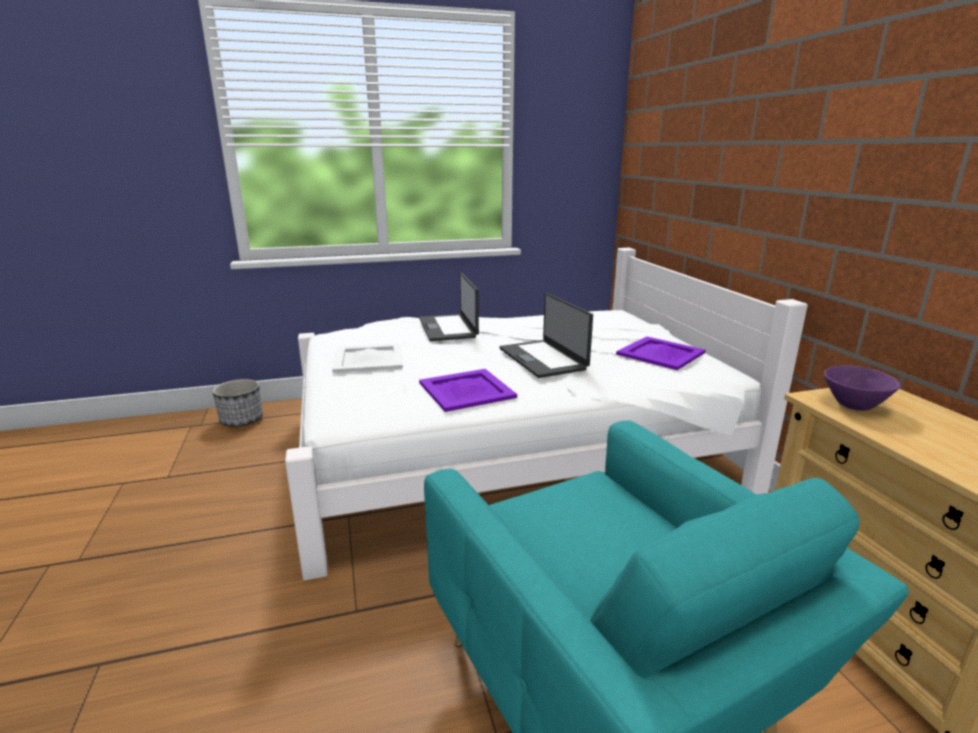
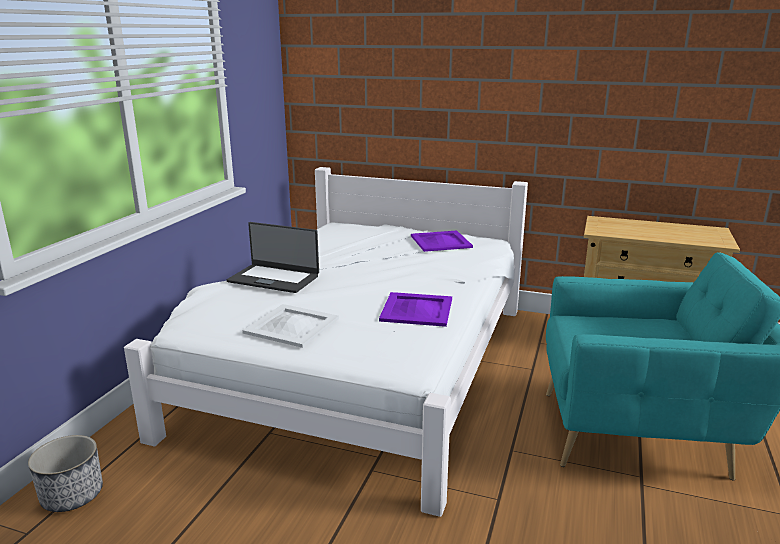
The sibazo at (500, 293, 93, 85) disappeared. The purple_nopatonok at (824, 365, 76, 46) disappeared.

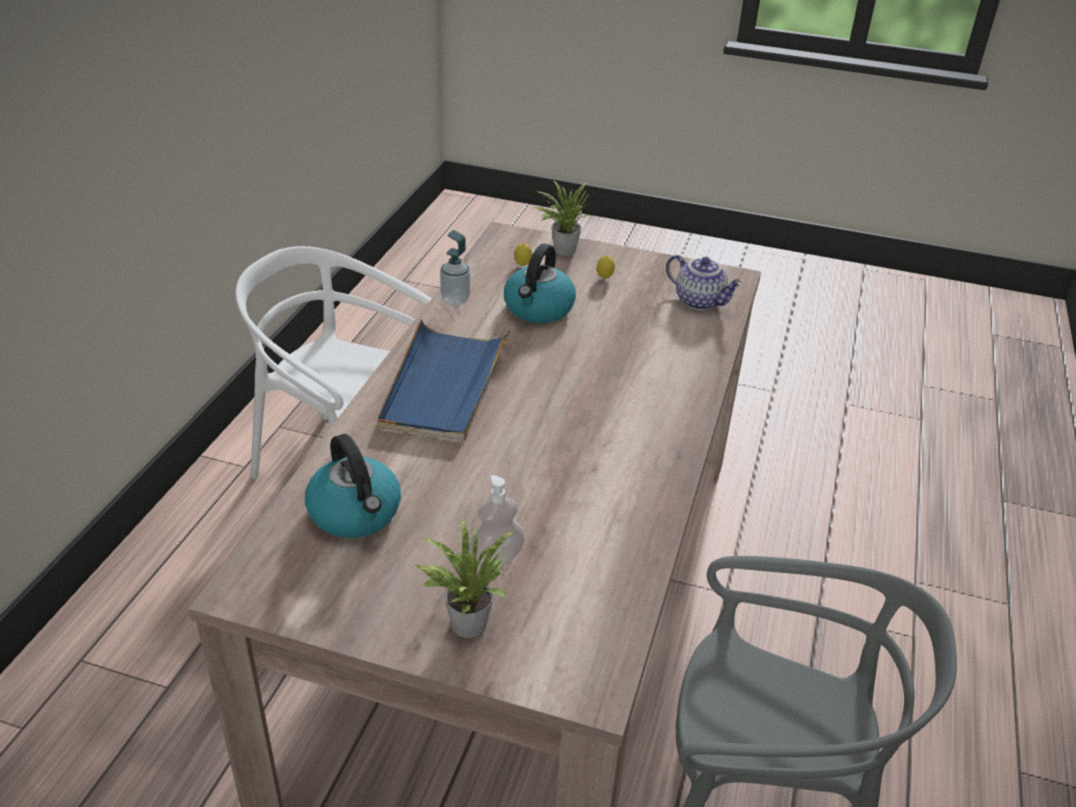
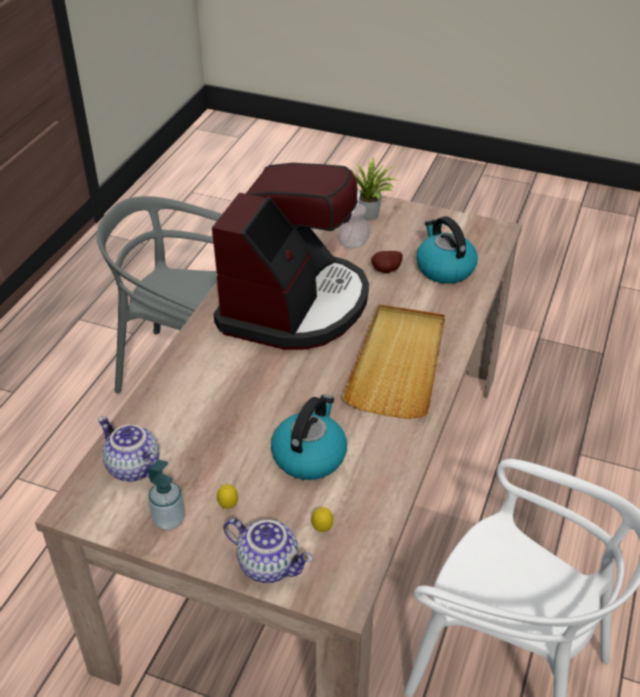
The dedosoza at (535, 180, 58, 76) was replaced by the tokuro at (223, 518, 90, 65). The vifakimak moved from (440, 230, 30, 76) to (148, 460, 37, 70). The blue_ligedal at (377, 319, 133, 122) became the beige_ligedal at (342, 304, 103, 115). The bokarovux at (212, 163, 157, 187) appeared. The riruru at (371, 251, 32, 22) appeared.

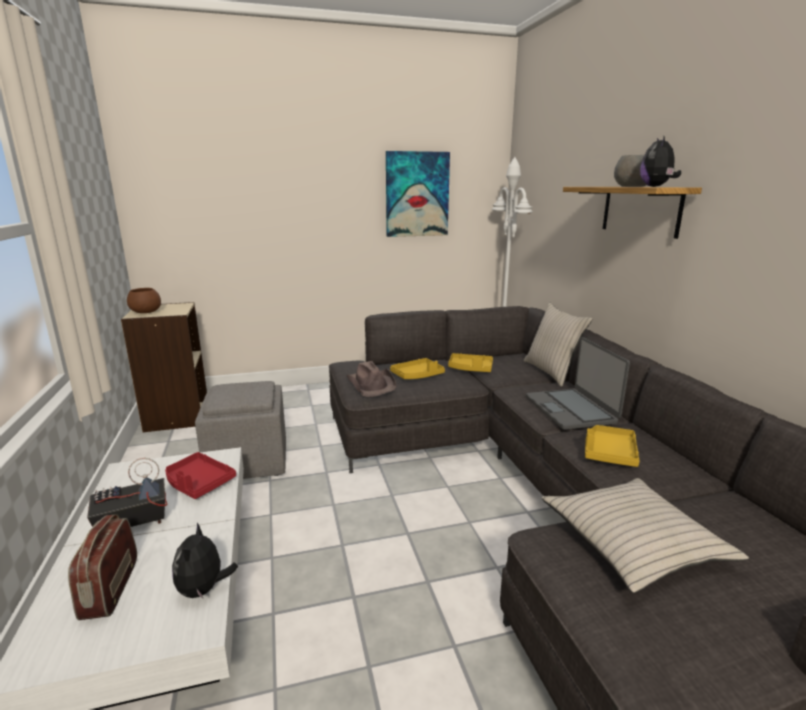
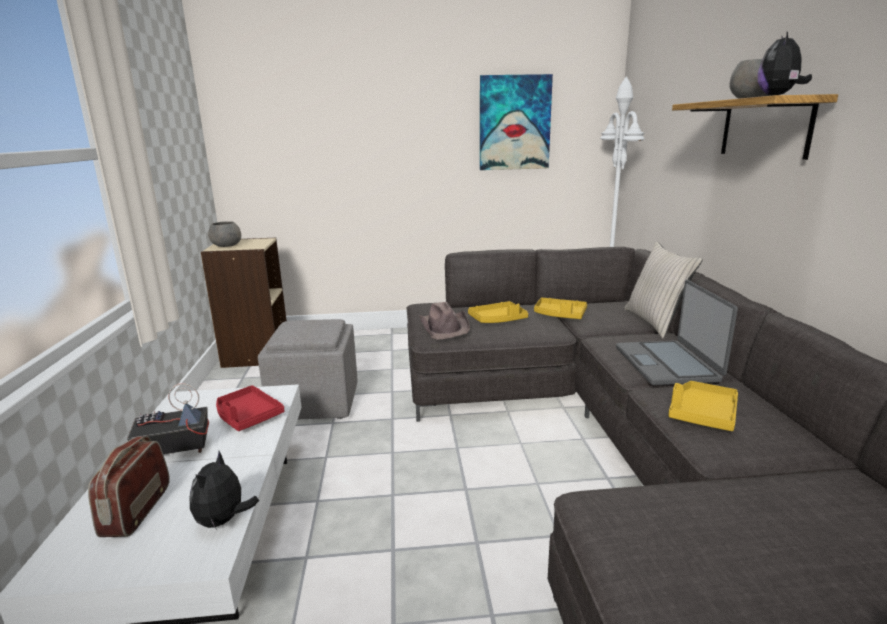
The brown_nopatonok at (127, 288, 34, 25) became the grey_nopatonok at (208, 221, 33, 26). The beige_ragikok at (542, 478, 207, 115) disappeared.

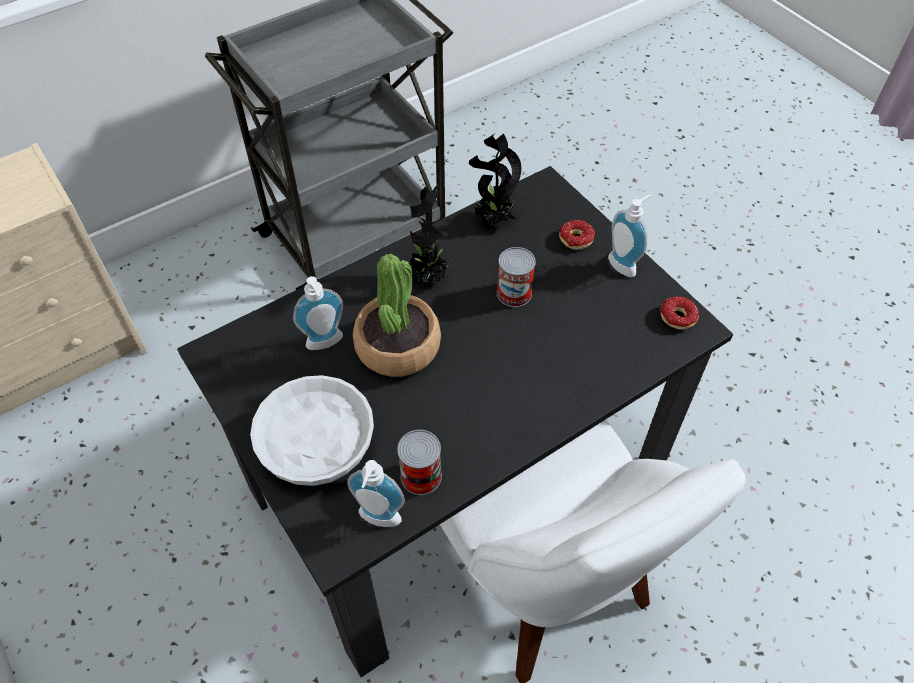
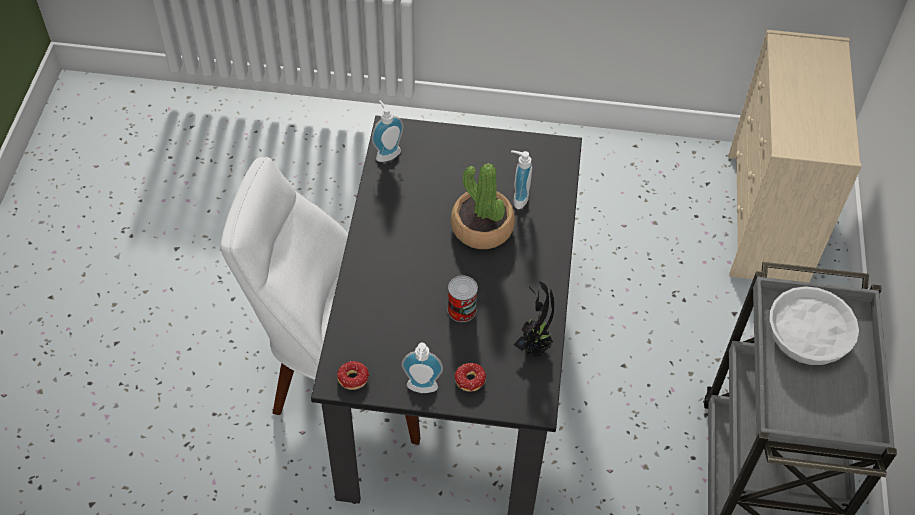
The dedosoza at (409, 183, 42, 102) disappeared. The white_nopatonok moved from (250, 375, 124, 111) to (769, 286, 90, 79). The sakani at (397, 430, 45, 65) disappeared.

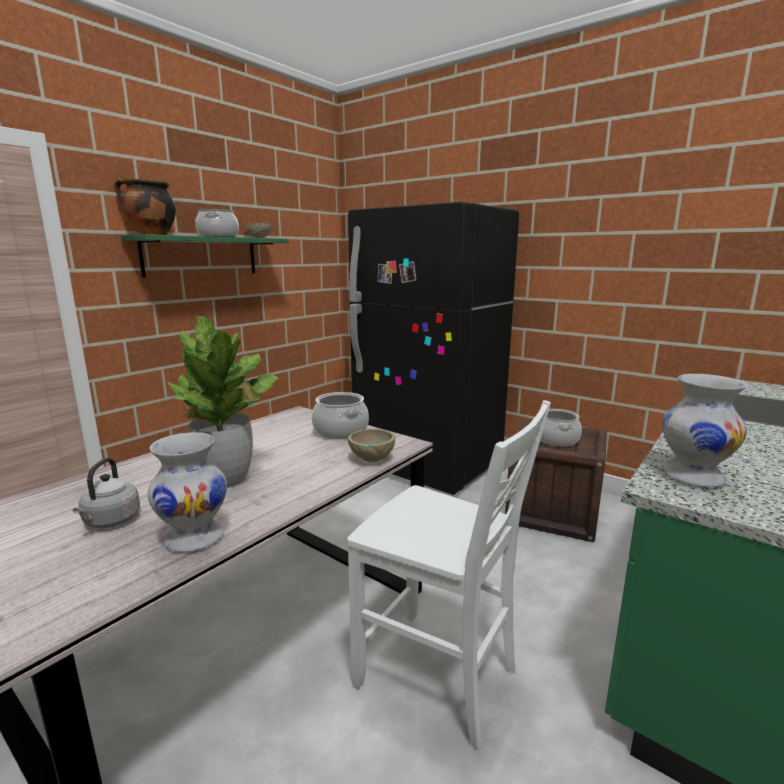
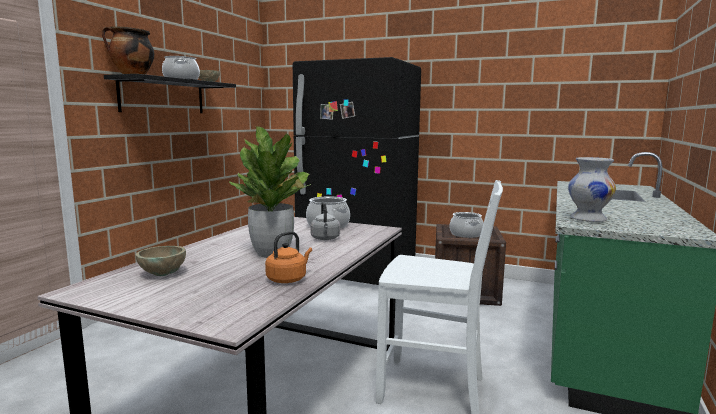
The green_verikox at (121, 235, 168, 43) became the black_verikox at (104, 74, 132, 39). The beige_nopatonok moved from (348, 429, 47, 33) to (136, 246, 50, 30). The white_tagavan at (148, 432, 79, 120) was replaced by the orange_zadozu at (265, 231, 47, 52). The grey_zadozu moved from (73, 458, 67, 70) to (310, 202, 30, 38).

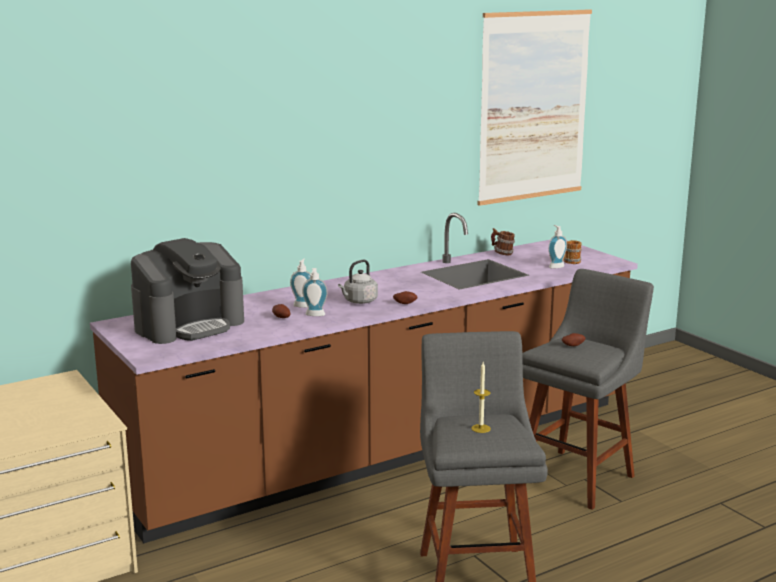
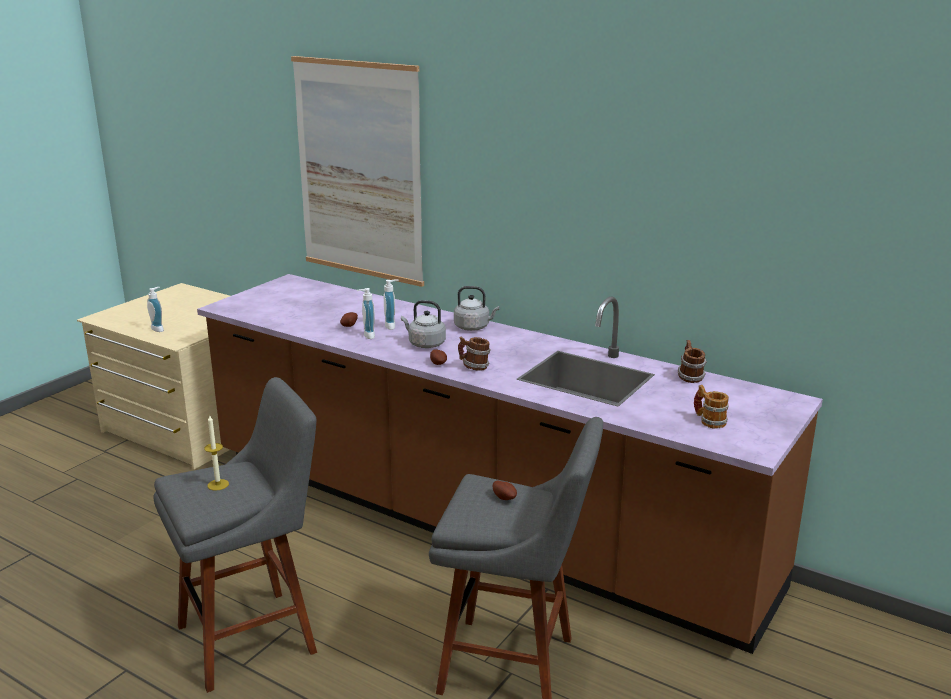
The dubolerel moved from (477, 9, 115, 197) to (291, 56, 133, 231). The vifakimak moved from (548, 225, 19, 44) to (147, 287, 17, 45). The bokarovux at (131, 238, 113, 106) disappeared. The grey_zadozu at (454, 286, 45, 45) appeared. The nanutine at (458, 337, 33, 34) appeared.

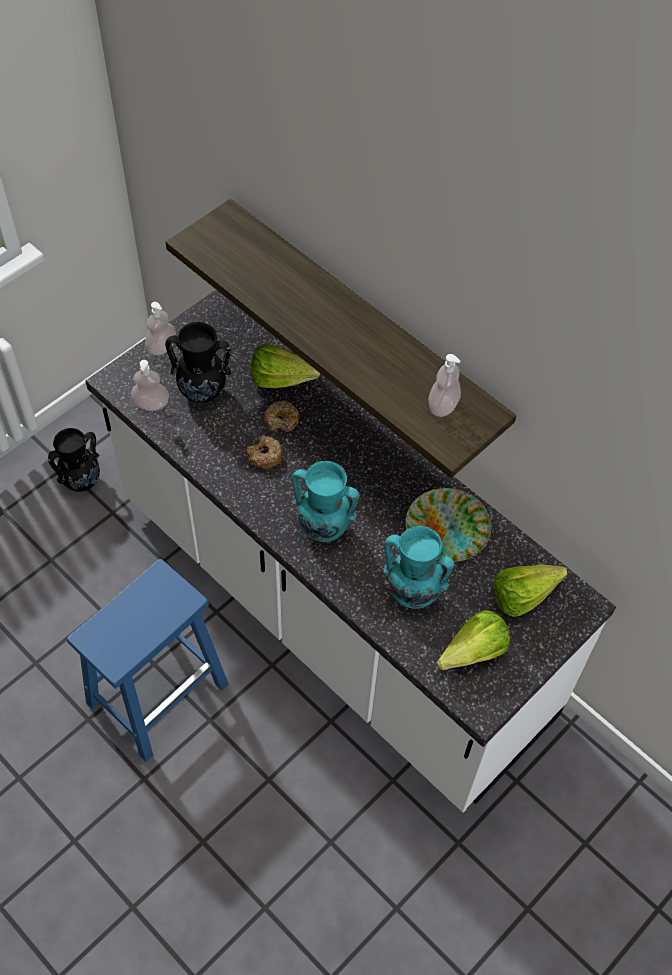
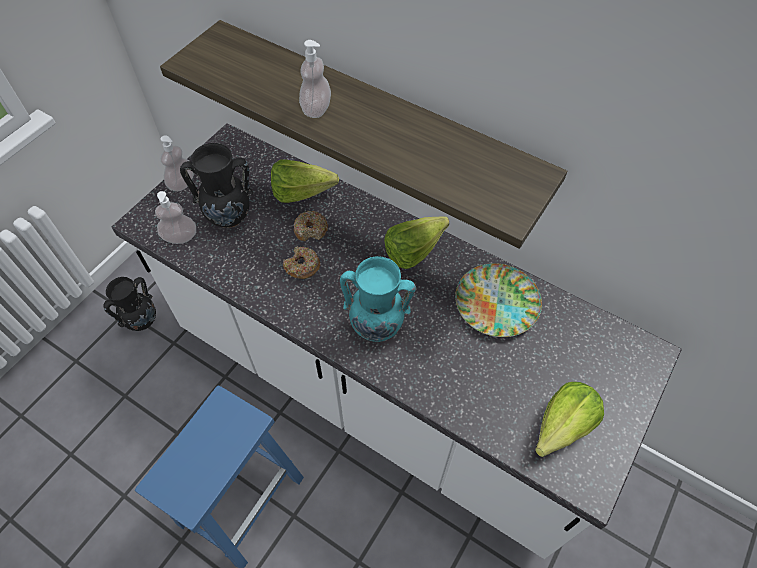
The vifakimak moved from (428, 354, 33, 63) to (299, 40, 32, 78). The turquoise_tagavan at (384, 526, 71, 83) disappeared. The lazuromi moved from (493, 564, 74, 53) to (384, 216, 65, 53).

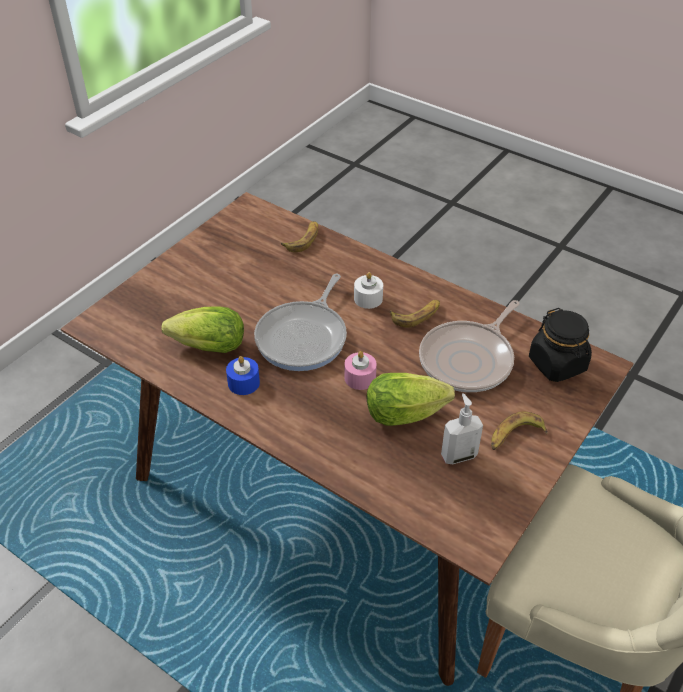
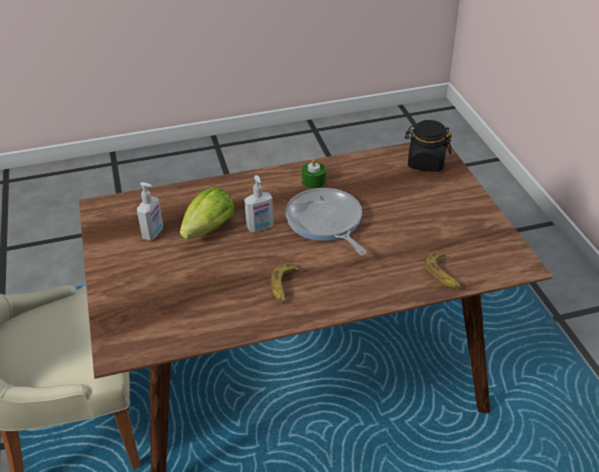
The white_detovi at (354, 272, 29, 37) disappeared. The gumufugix at (419, 300, 101, 92) disappeared. The lazuromi at (162, 307, 82, 46) disappeared. The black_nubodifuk moved from (529, 308, 63, 74) to (405, 120, 47, 52). The pink_detovi at (344, 351, 33, 39) was replaced by the vifakimak at (244, 175, 30, 57). The blue_detovi at (226, 356, 34, 39) became the green_detovi at (302, 158, 24, 31). The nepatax at (491, 412, 57, 38) disappeared.

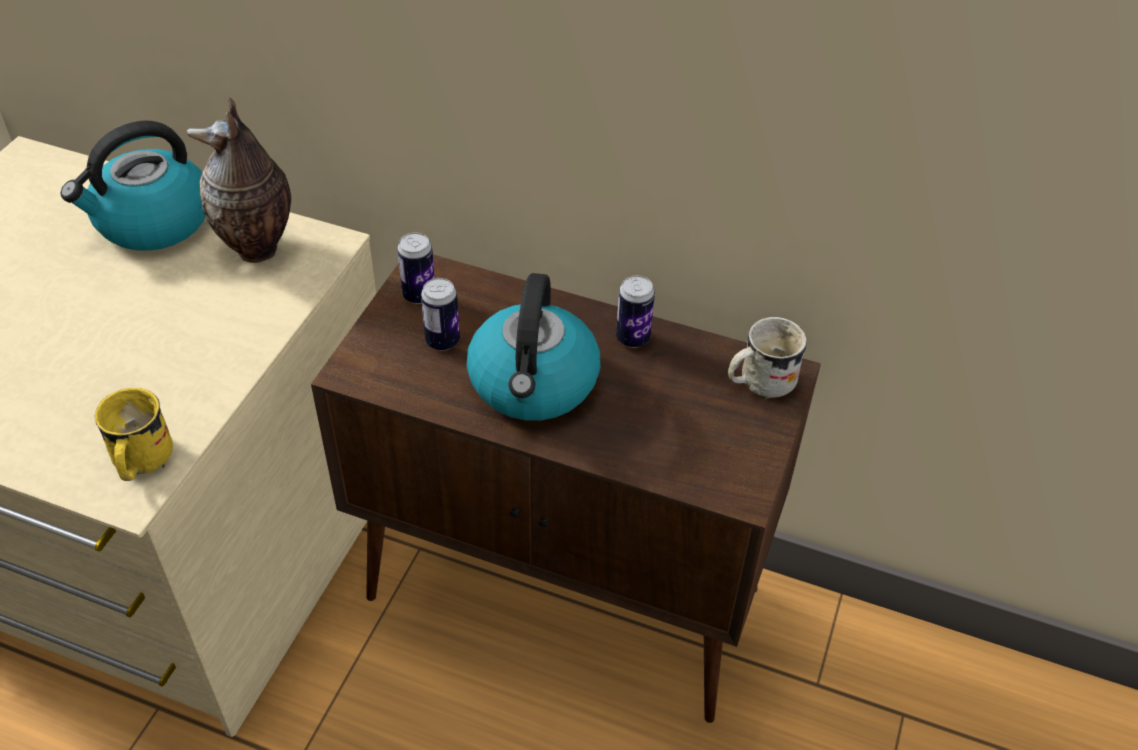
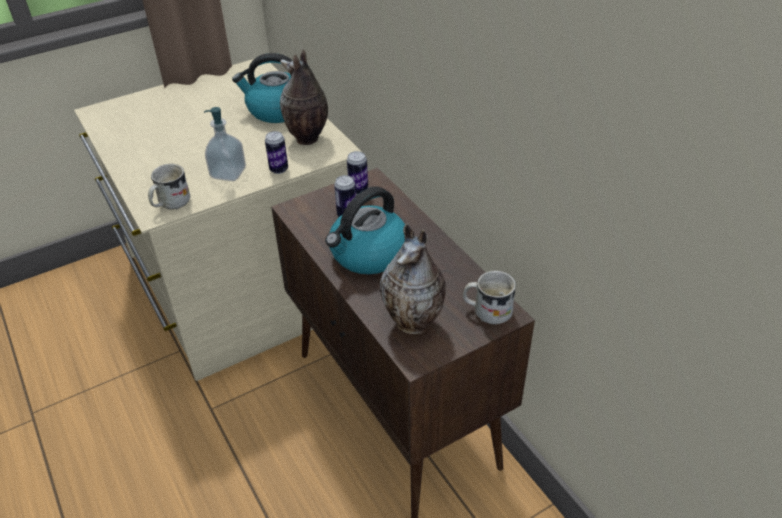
The sakani moved from (616, 275, 39, 73) to (265, 131, 23, 43). The yellow_nanutine at (95, 388, 78, 93) became the white_nanutine at (148, 164, 42, 46). The vifakimak at (204, 107, 42, 74) appeared. The tagavan at (380, 223, 66, 111) appeared.

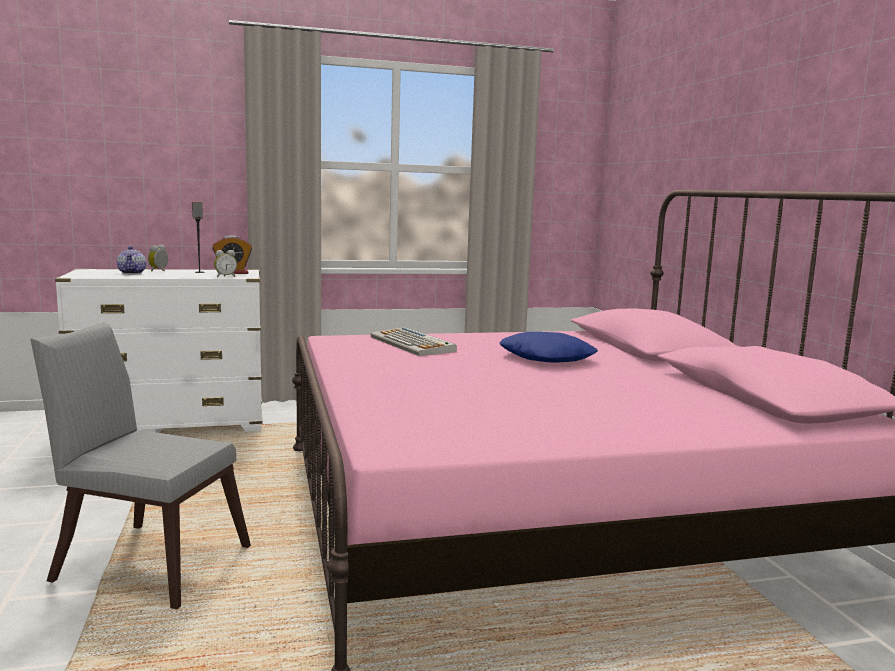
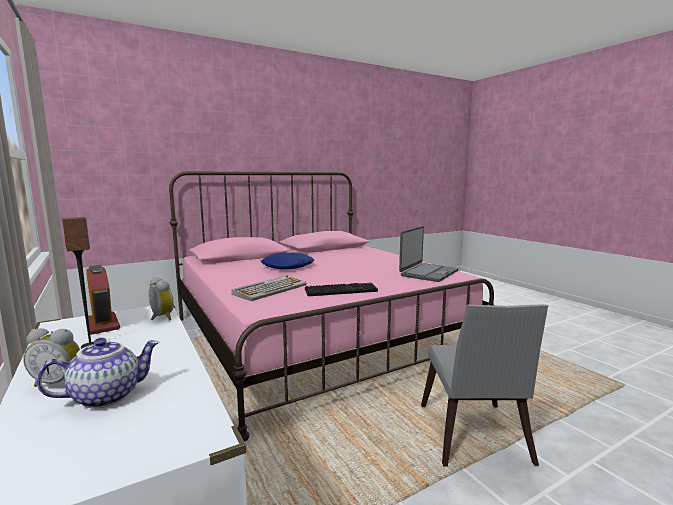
The sibazo at (399, 226, 59, 56) appeared. The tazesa at (305, 283, 73, 13) appeared.

